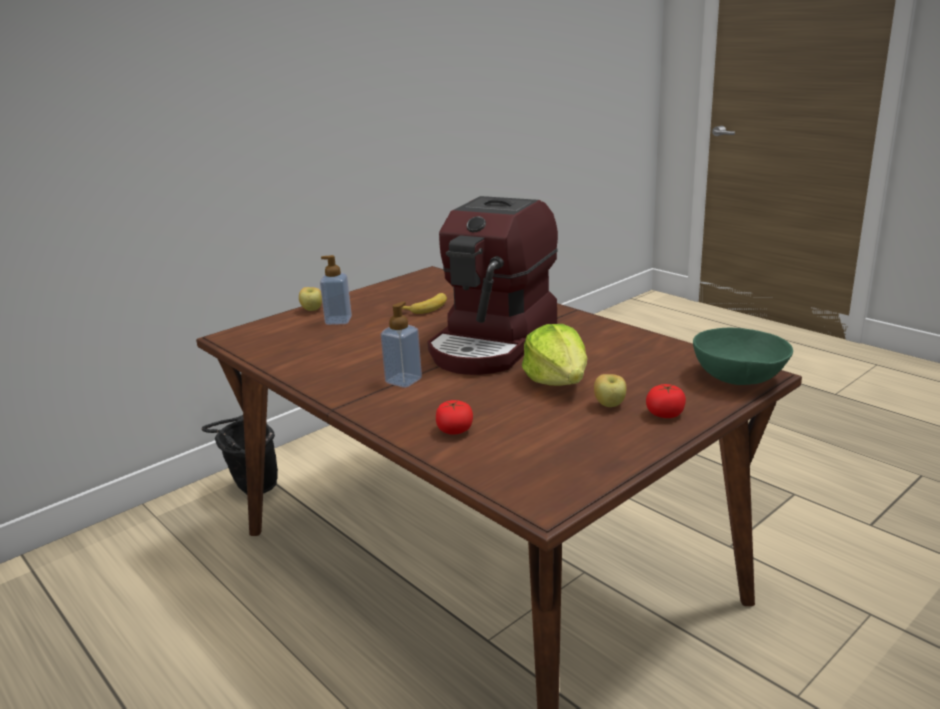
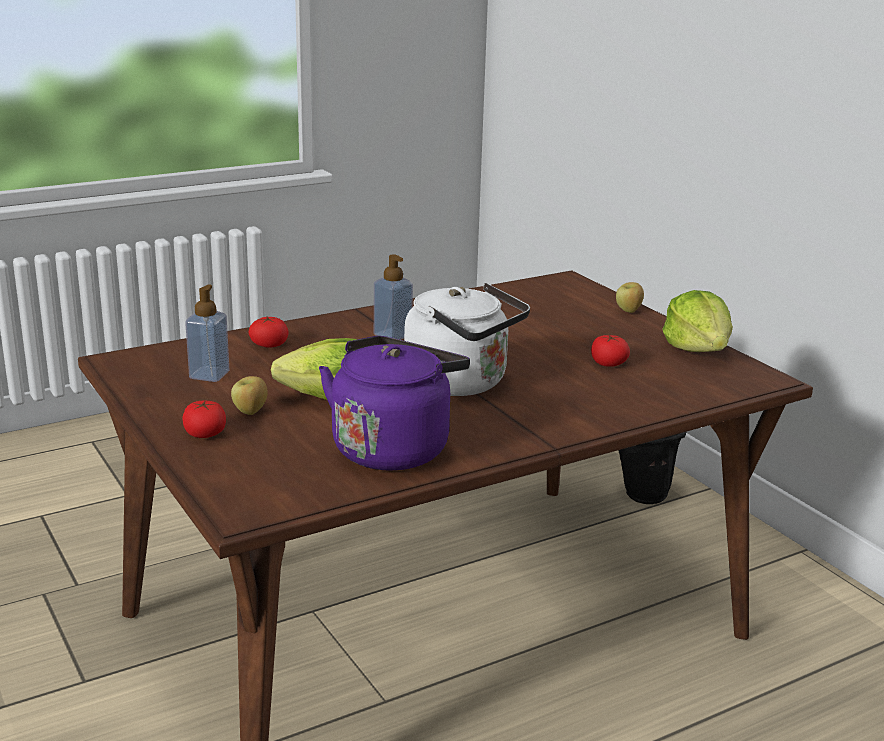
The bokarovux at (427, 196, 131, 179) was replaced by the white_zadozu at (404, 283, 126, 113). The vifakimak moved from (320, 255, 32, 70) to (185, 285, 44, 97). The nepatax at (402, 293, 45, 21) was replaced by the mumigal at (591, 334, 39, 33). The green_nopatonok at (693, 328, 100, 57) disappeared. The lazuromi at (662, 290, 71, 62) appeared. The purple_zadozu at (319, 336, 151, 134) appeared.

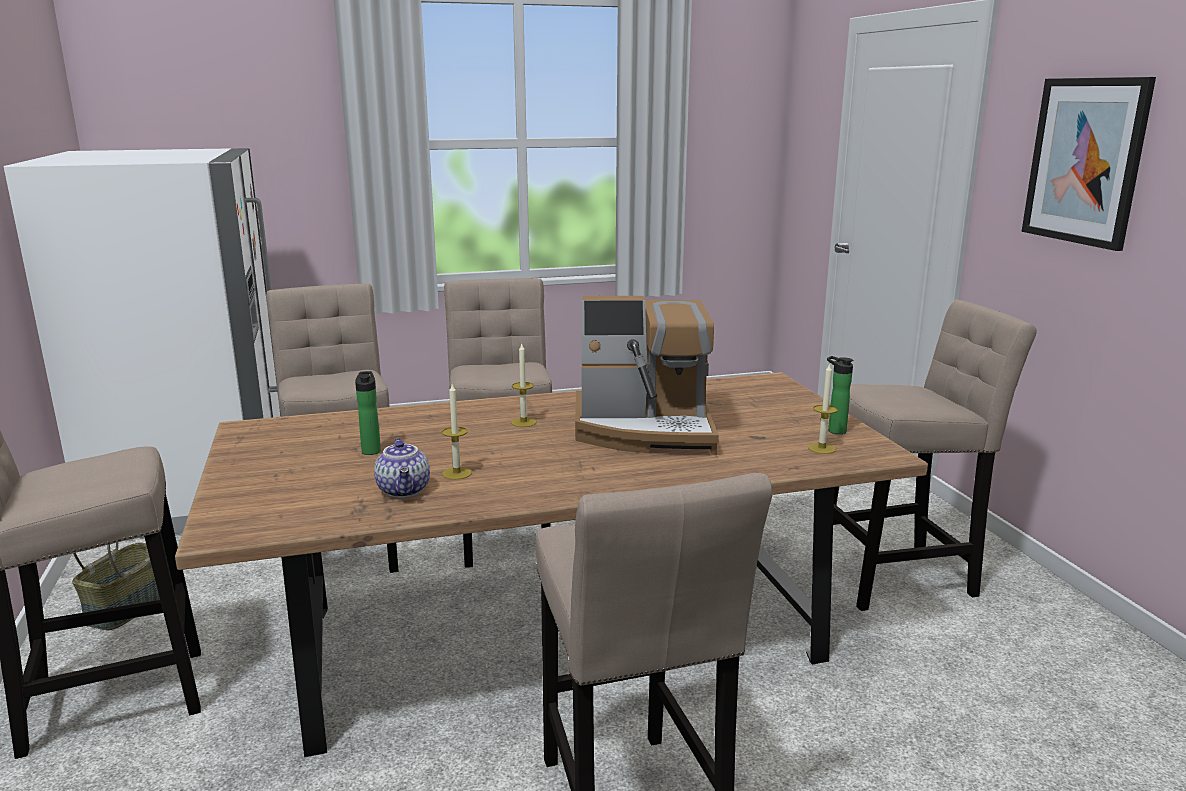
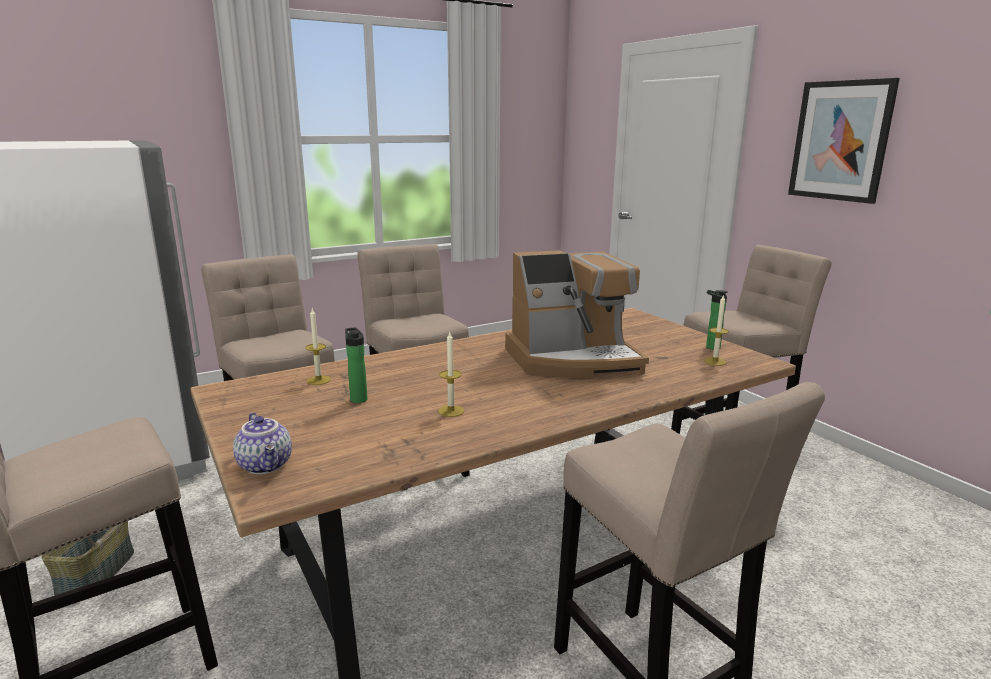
The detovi moved from (511, 344, 26, 83) to (305, 309, 26, 76). The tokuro moved from (374, 438, 56, 60) to (233, 413, 59, 62).

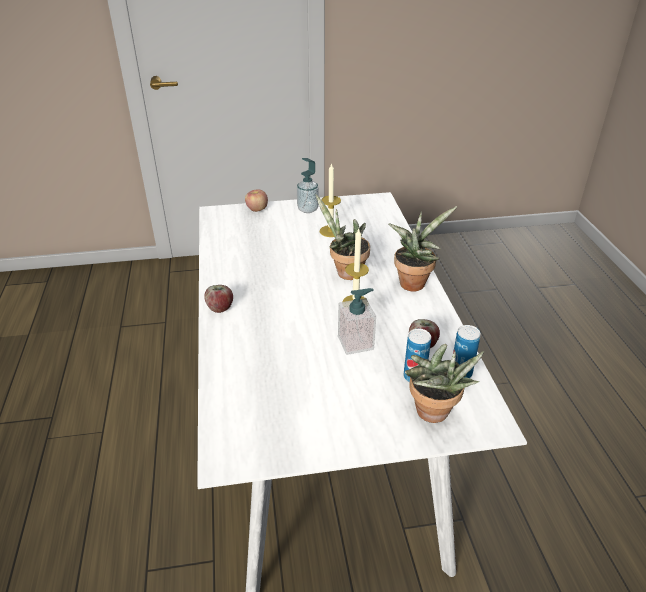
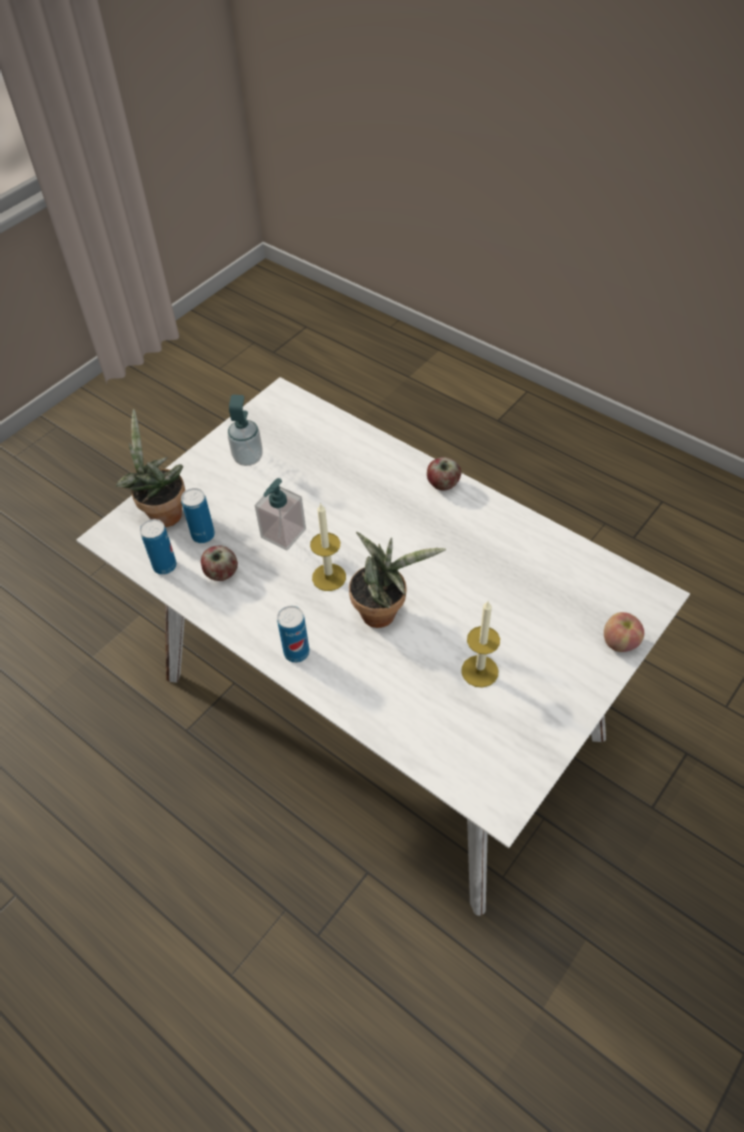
The vifakimak moved from (297, 158, 22, 55) to (228, 395, 34, 71). The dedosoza at (388, 206, 69, 85) was replaced by the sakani at (277, 606, 33, 57).

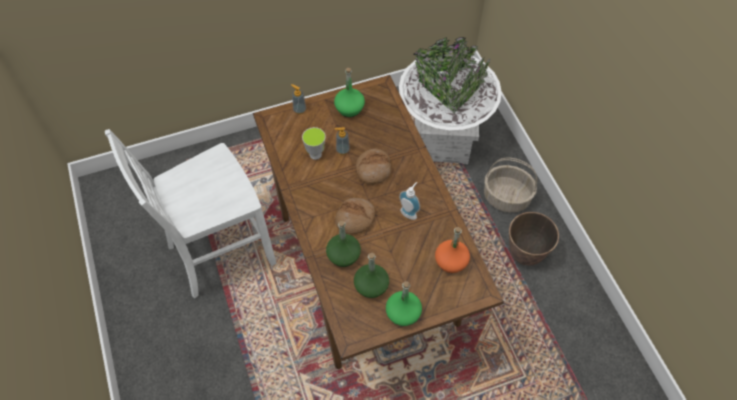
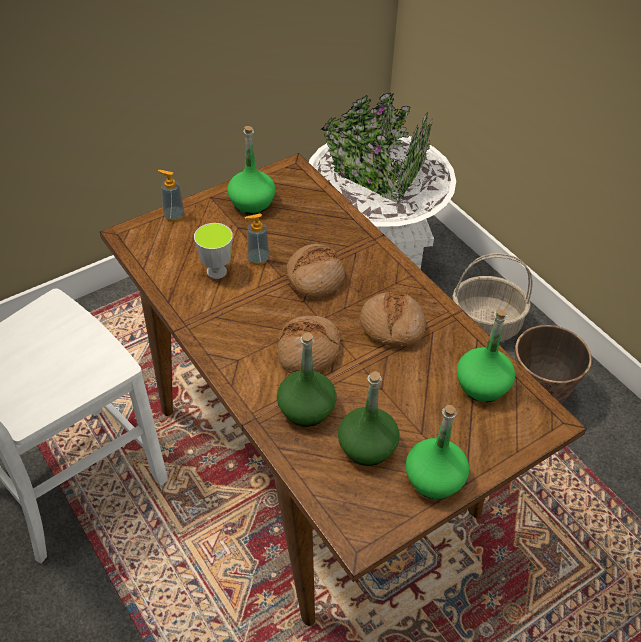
The vifakimak at (399, 182, 21, 38) was replaced by the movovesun at (360, 292, 66, 55). The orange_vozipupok at (435, 227, 35, 46) became the green_vozipupok at (457, 309, 58, 93).

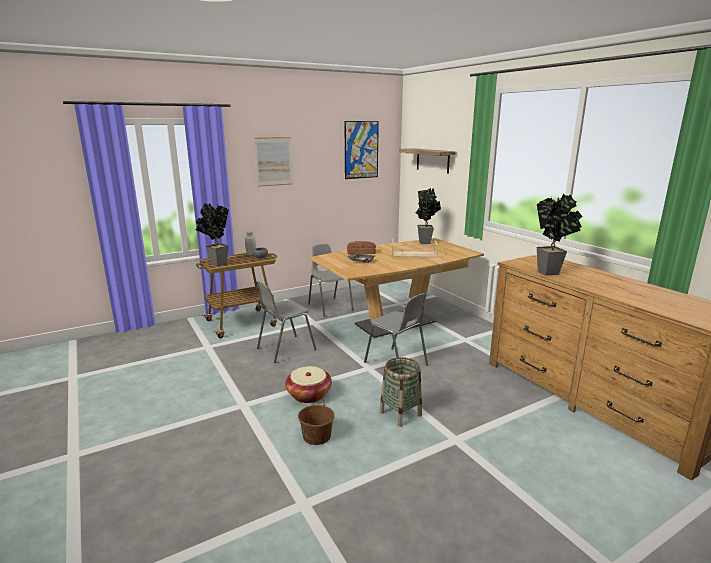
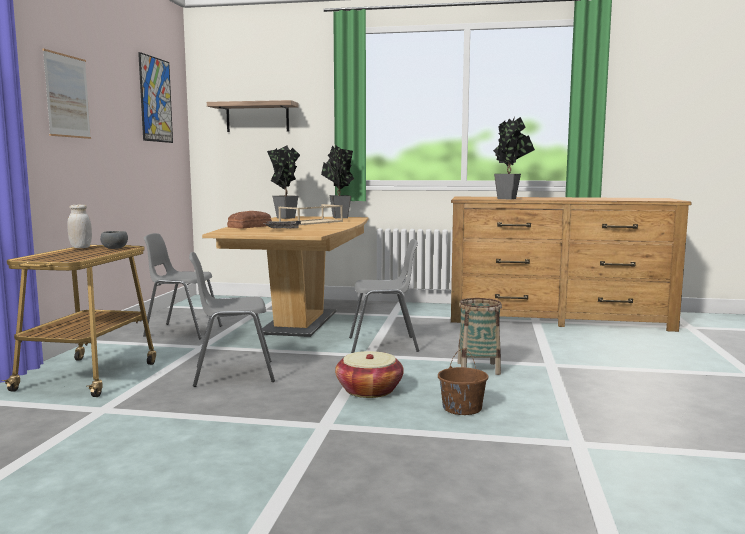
The dedosoza moved from (195, 203, 34, 63) to (321, 145, 33, 73). The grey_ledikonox at (256, 281, 61, 82) turned 75 degrees clockwise.

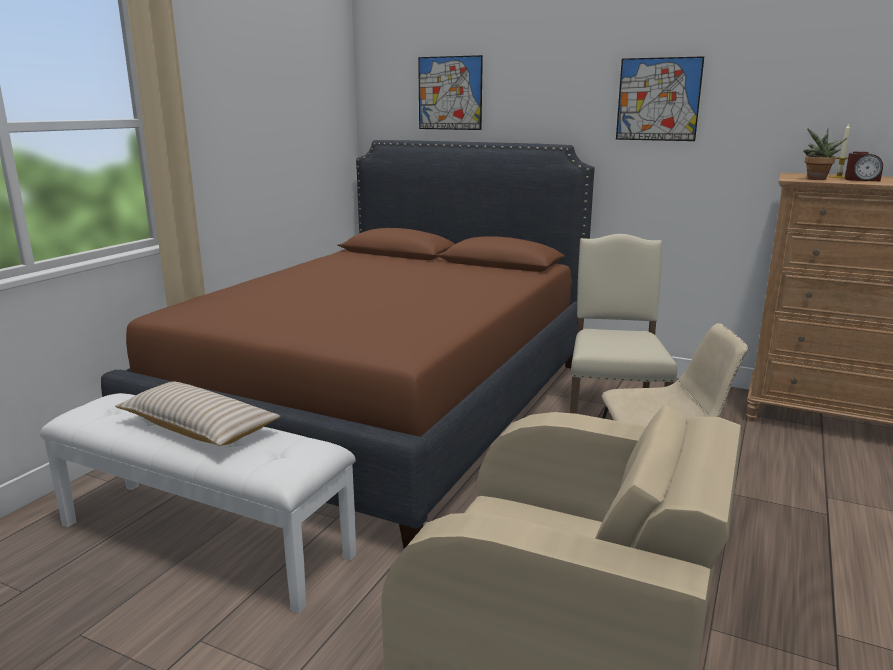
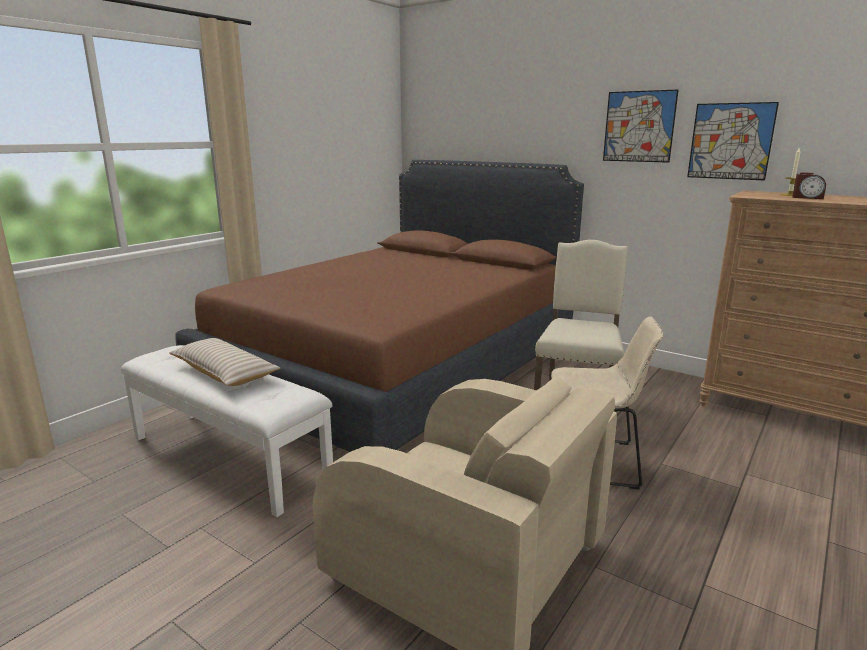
The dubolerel moved from (418, 55, 65, 75) to (687, 102, 92, 78). The dedosoza at (803, 128, 44, 52) disappeared.

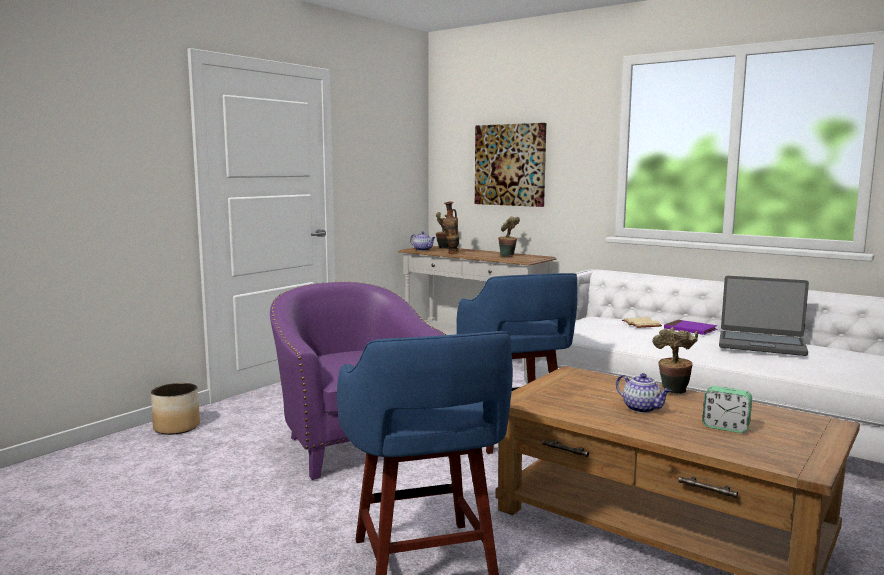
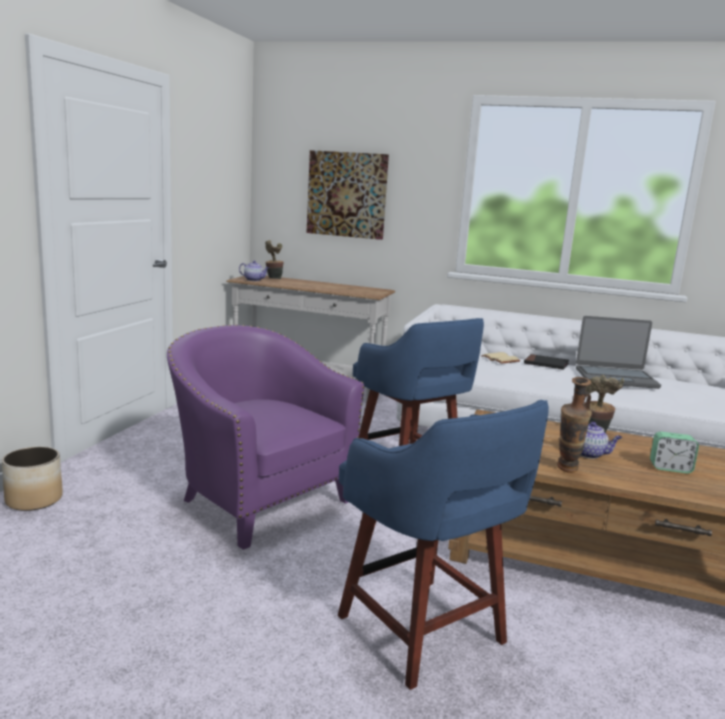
The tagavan moved from (443, 202, 16, 52) to (557, 377, 35, 96). The dedosoza at (498, 216, 22, 40) disappeared. The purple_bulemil at (664, 320, 53, 15) became the black_bulemil at (524, 354, 45, 15).

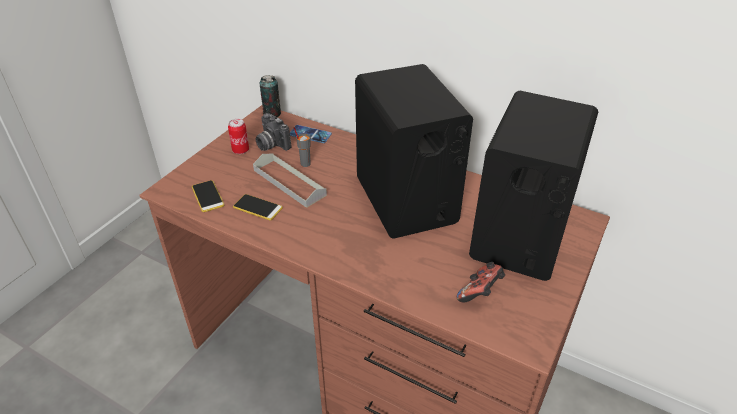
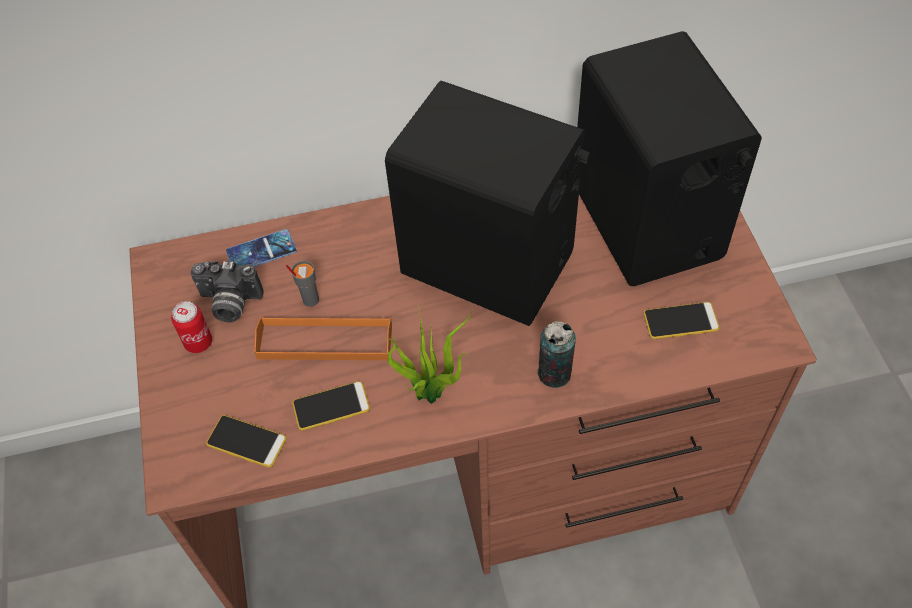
The sakani moved from (260, 75, 21, 42) to (537, 321, 39, 67). The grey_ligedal at (253, 153, 74, 55) became the orange_ligedal at (254, 317, 138, 43). The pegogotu at (457, 262, 48, 41) was replaced by the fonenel at (643, 302, 76, 37). The dedosoza at (387, 305, 86, 99) appeared.

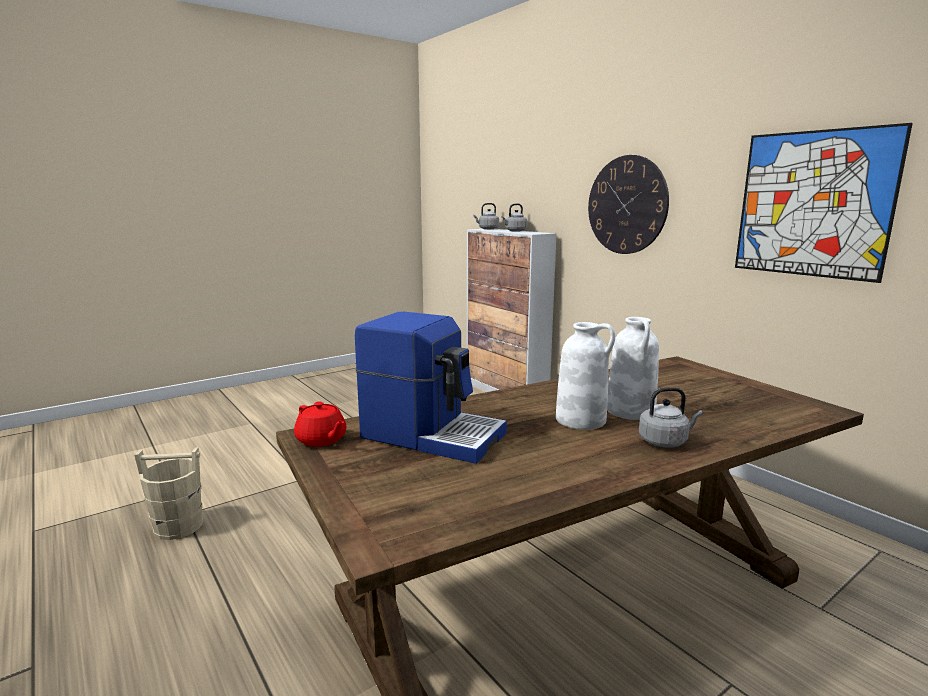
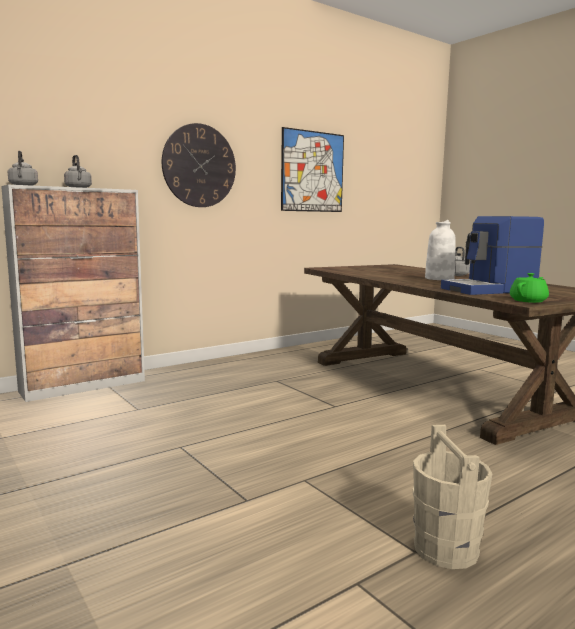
The bokarovux at (355, 312, 152, 152) turned 135 degrees counterclockwise. The white_tagavan at (607, 317, 52, 103) disappeared. The red_tokuro at (294, 402, 53, 45) became the green_tokuro at (510, 273, 39, 30).

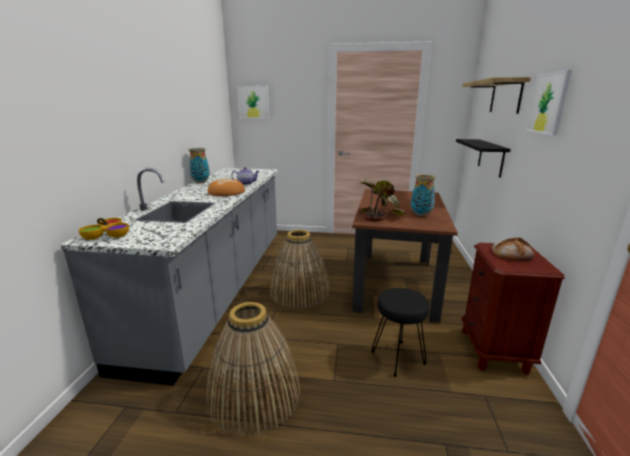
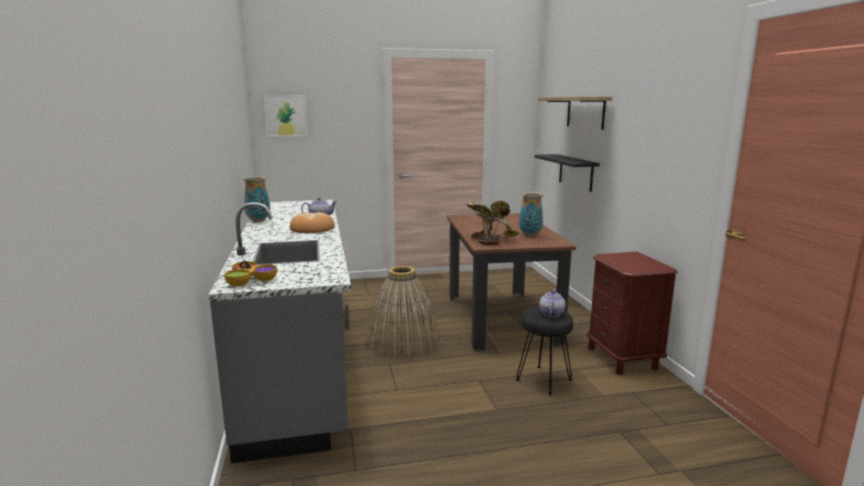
The dubolerel at (526, 70, 46, 65) disappeared. The movovesun at (492, 238, 42, 23) disappeared. The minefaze at (206, 302, 94, 135) disappeared. The tokuro at (539, 290, 27, 27) appeared.

